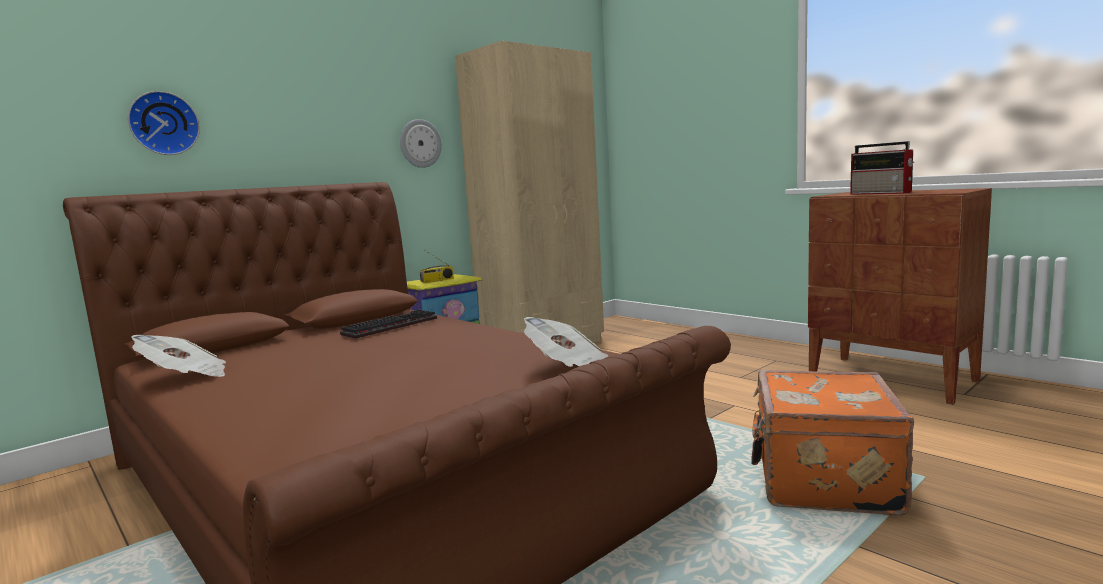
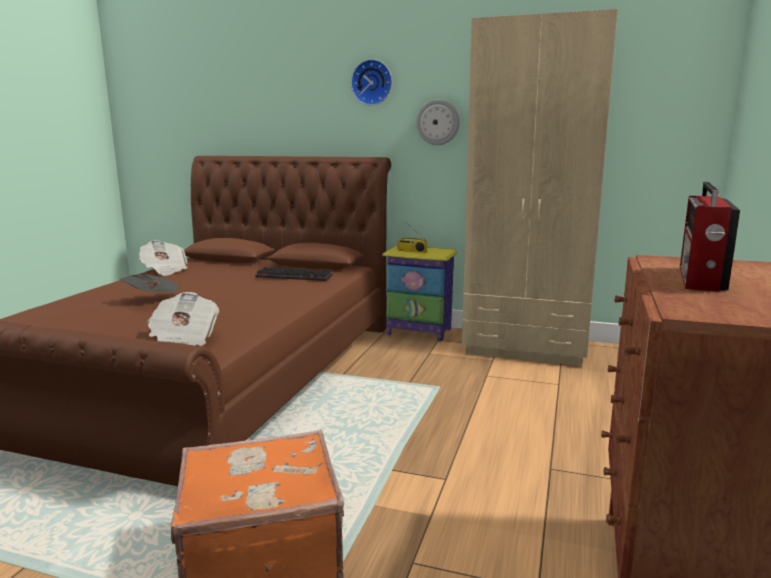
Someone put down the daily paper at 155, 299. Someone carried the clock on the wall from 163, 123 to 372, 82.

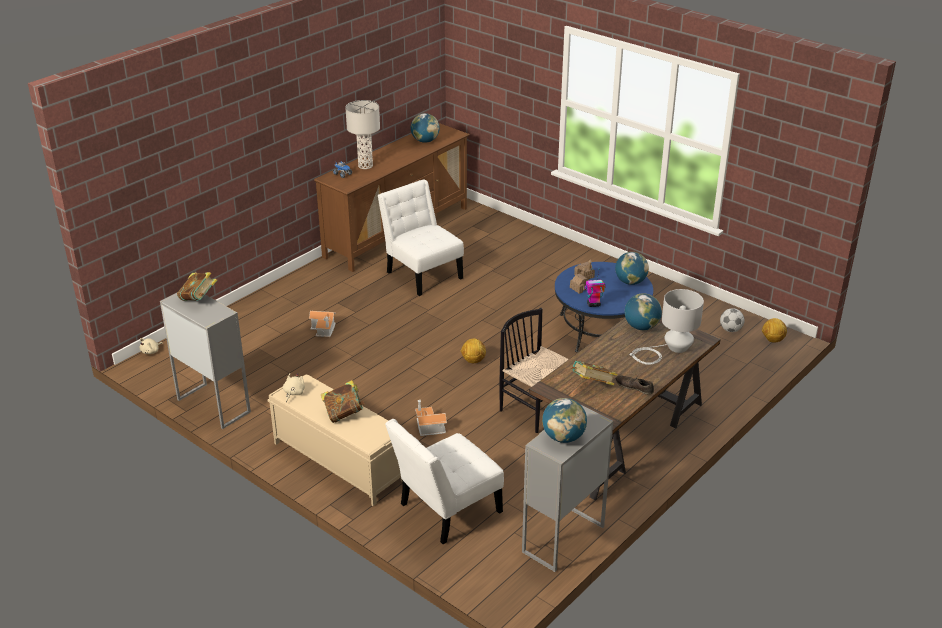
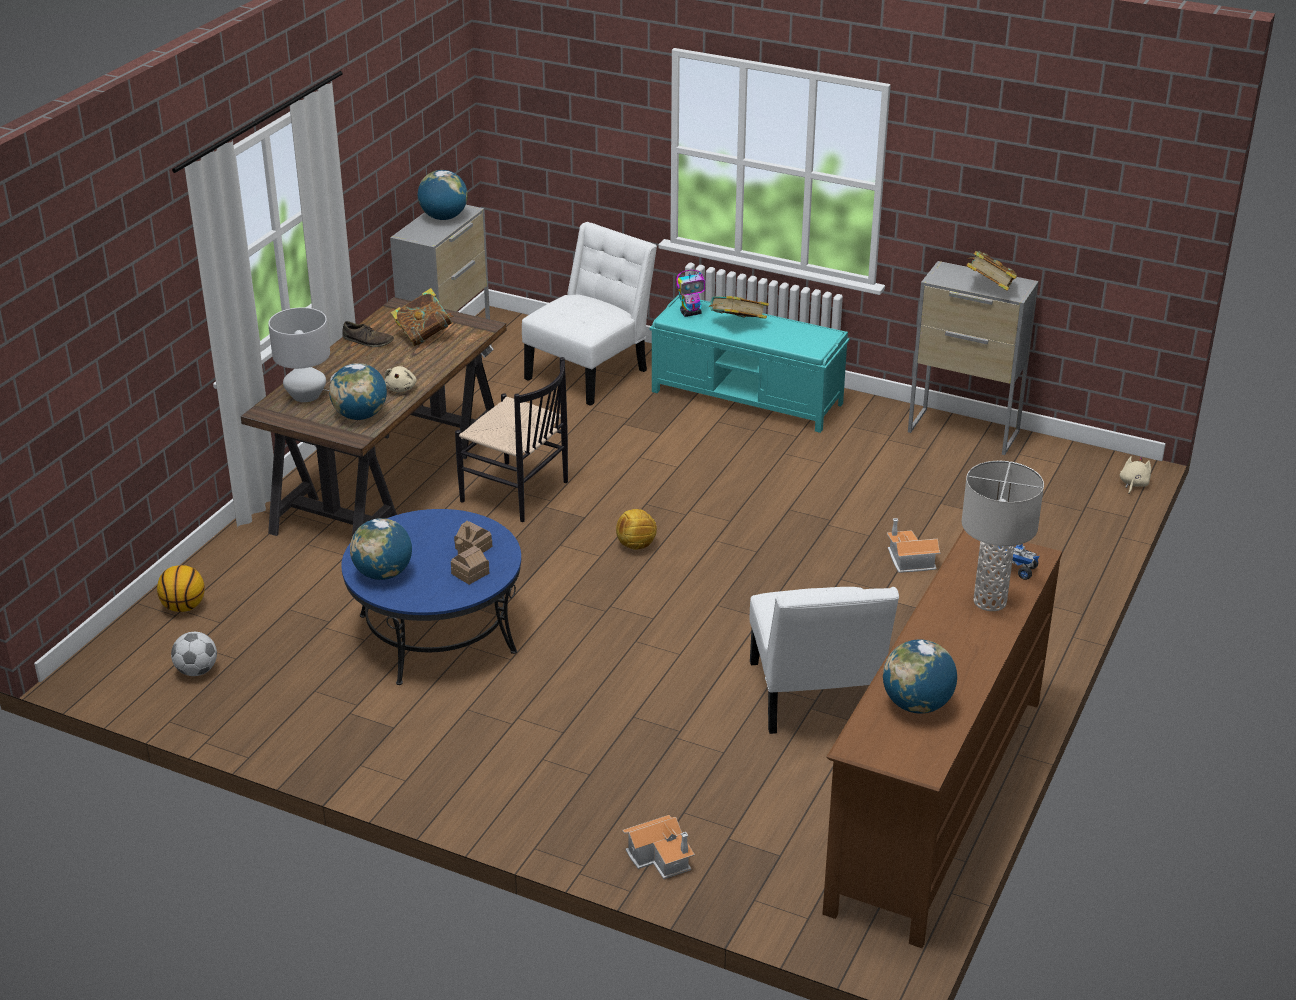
Someone took away the ball for football at 772, 340. Someone put down the ball for basketball at 183, 607. Someone carried the beige cuddly toy from 293, 393 to 401, 388. Someone carried the model house from 428, 426 to 661, 857. Someone carried the robot figure from 593, 304 to 691, 313. Someone repainted the beige bench at 338, 461, which became the turquoise-coloured bench at 748, 398. Someone rotated the whitish chair at 422, 273 by 45 degrees clockwise.

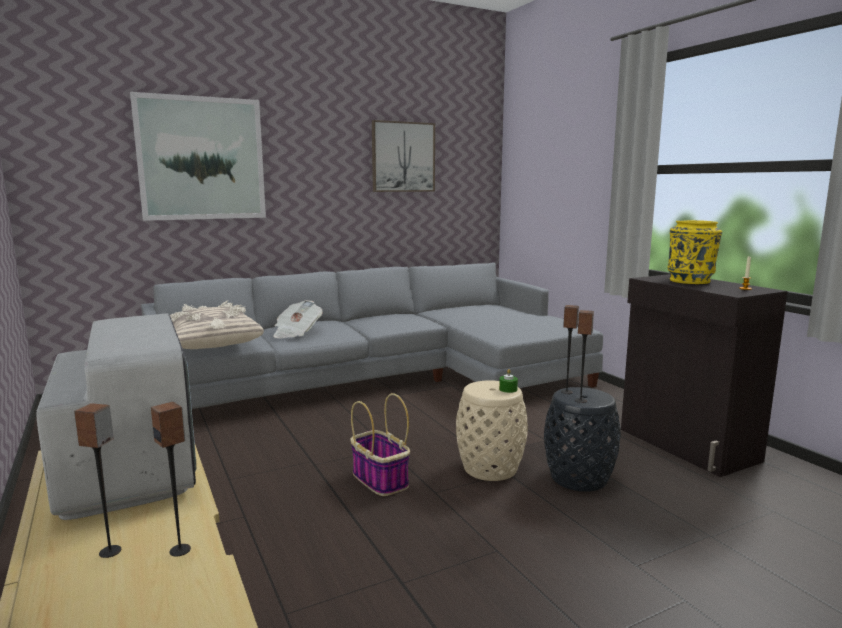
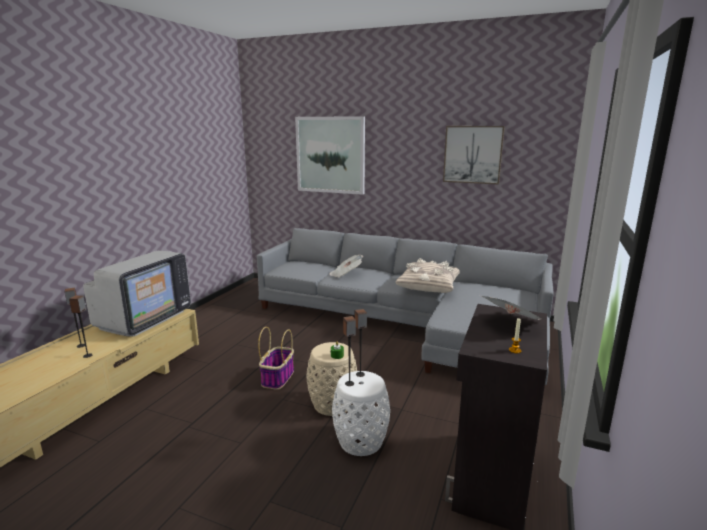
Someone carried the beige pillow from 212, 345 to 428, 288. Someone swapped the yellowish flower vase at 690, 281 for the daily paper at 511, 324. Someone repainted the black-coloured sitting stool at 579, 478, which became the whitish sitting stool at 361, 441.

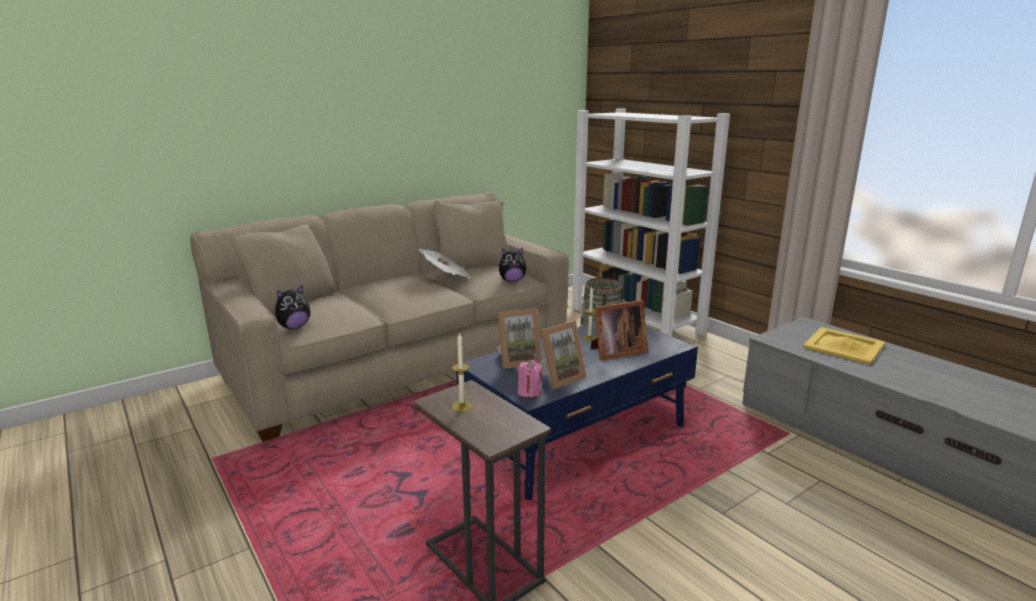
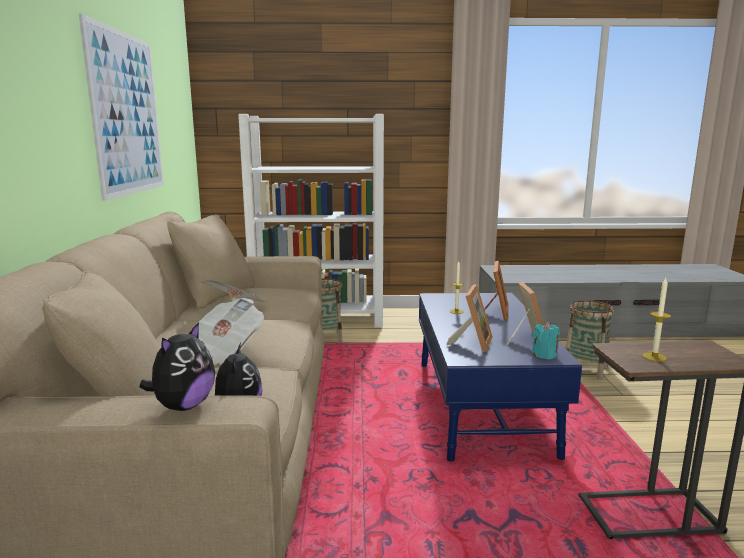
Someone took away the yellowish tray at 844, 346. Someone put up the wall picture at 127, 114. Someone put down the daily paper at 222, 354. Someone put down the basket at 585, 369. Someone carried the cuddly toy from 512, 281 to 183, 406. Someone repainted the pinkish wax light at 529, 392, which became the turquoise-coloured wax light at 544, 355.

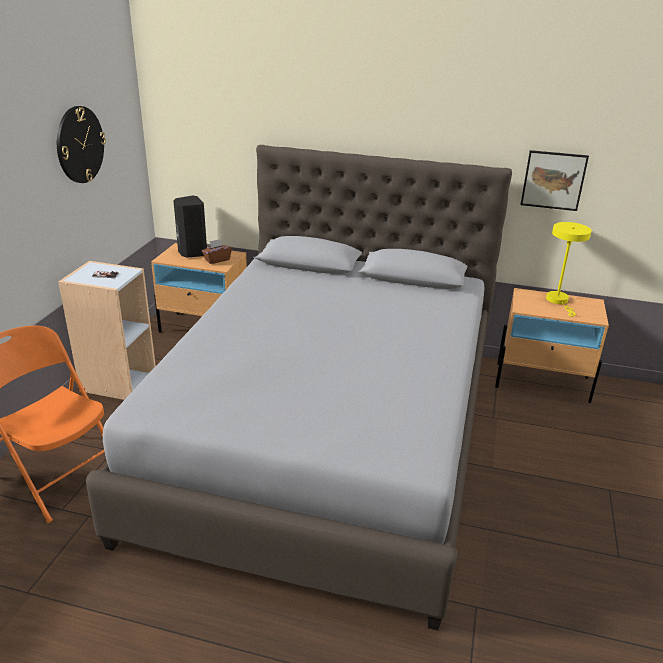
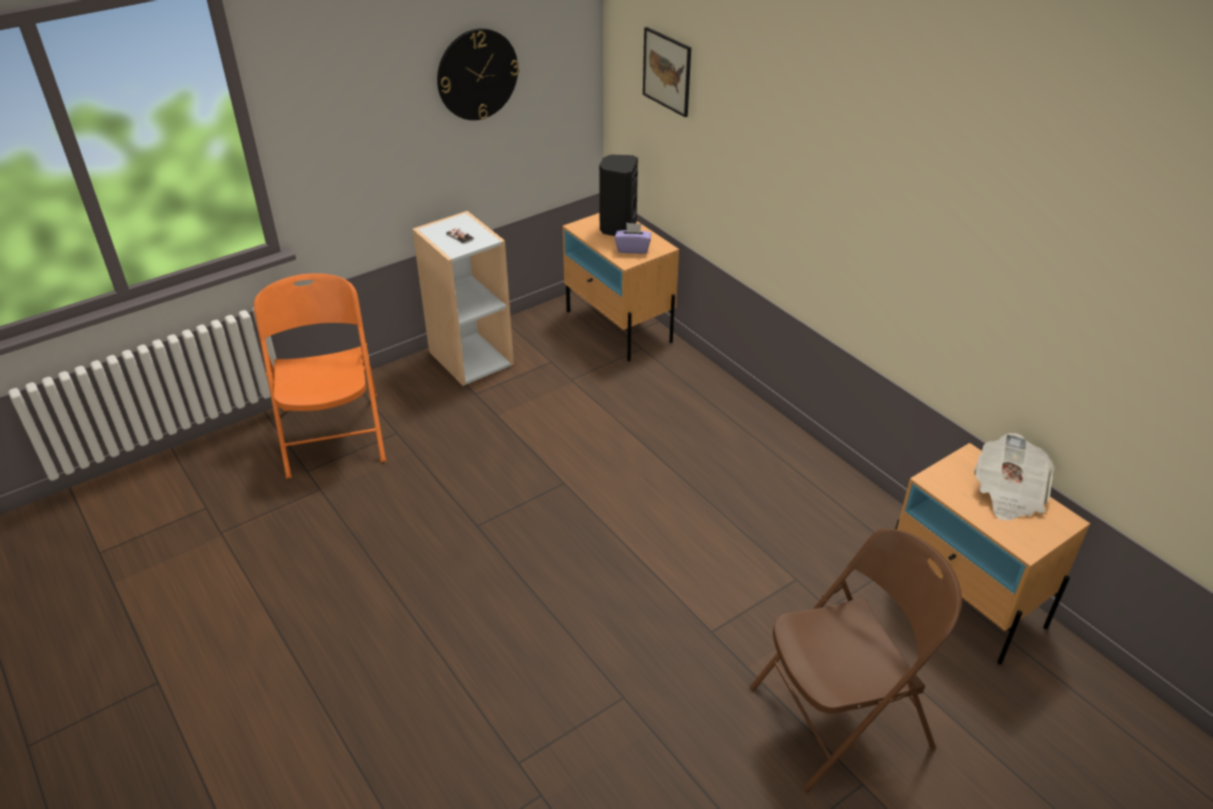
Someone took away the grey bedroom bed at 329, 435. Someone put down the brown chair at 840, 717. Someone carried the wall picture from 553, 180 to 667, 71. Someone swapped the yellowish table lamp at 559, 301 for the daily paper at 1008, 494. Someone repainted the brown tissue box at 217, 260, which became the purple-coloured tissue box at 633, 249.

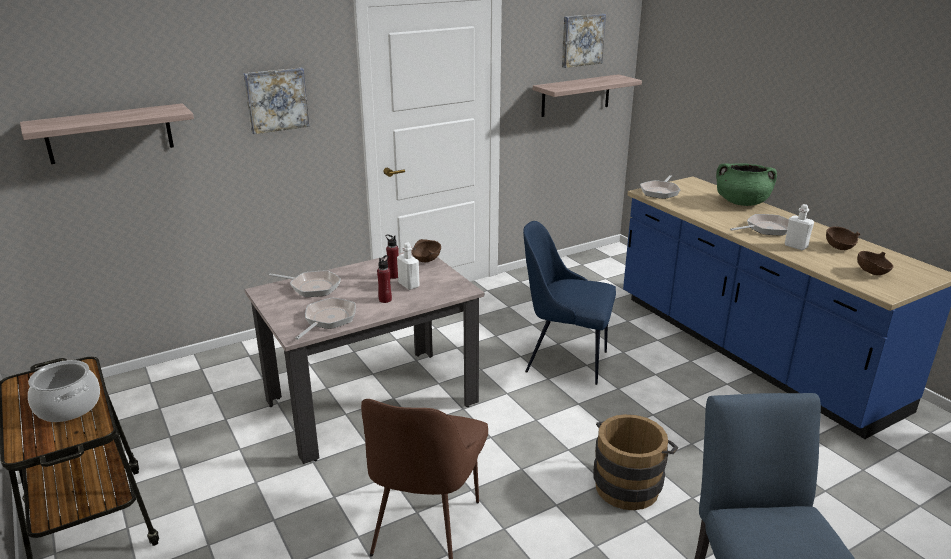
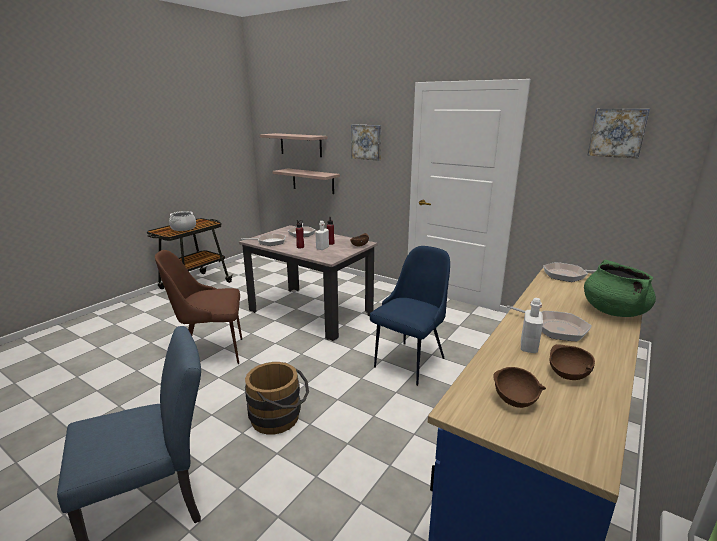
Someone carried the wall shelf from 576, 95 to 313, 181. Someone rotated the bluish chair at 565, 362 by 45 degrees clockwise.

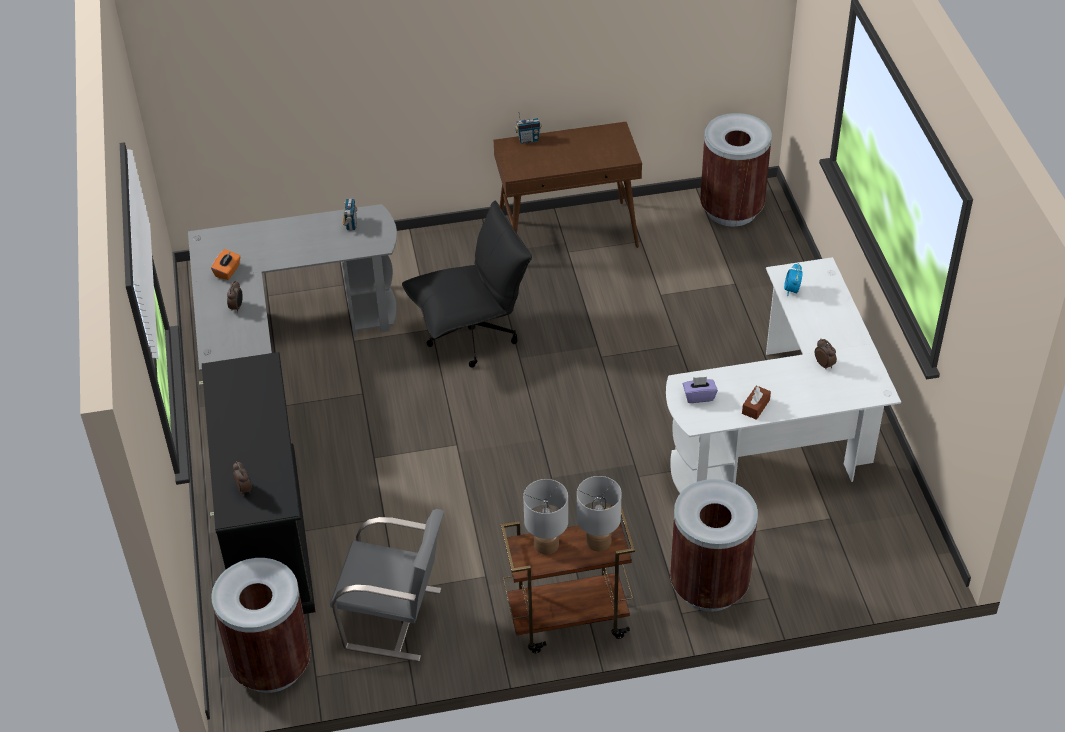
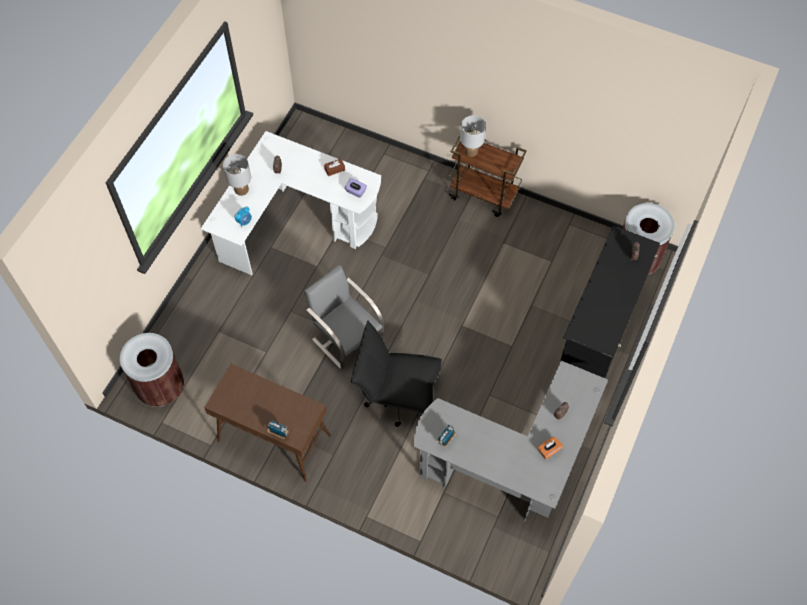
Someone took away the brown waste bin at 709, 586. Someone carried the grey chair from 395, 619 to 346, 338. Someone carried the grey table lamp from 546, 544 to 241, 190.

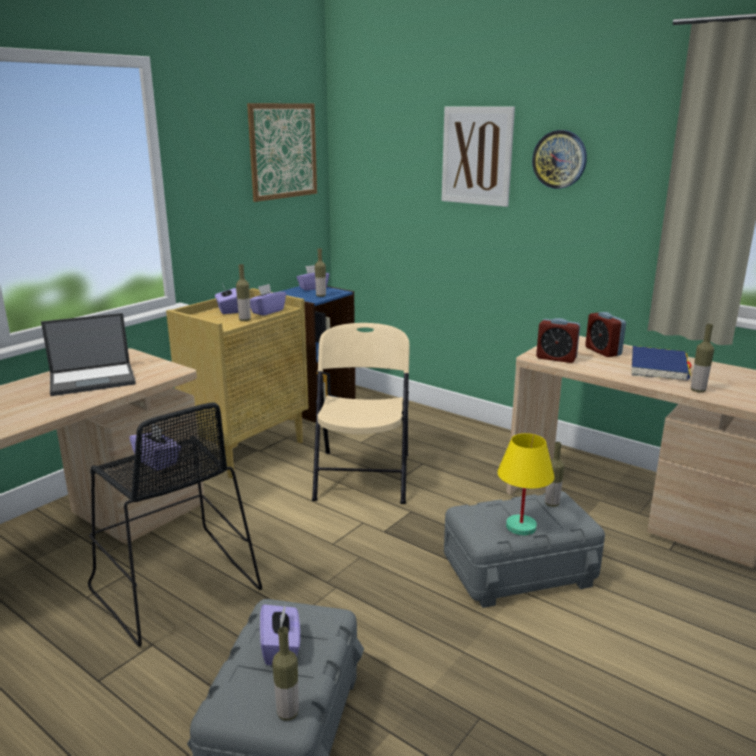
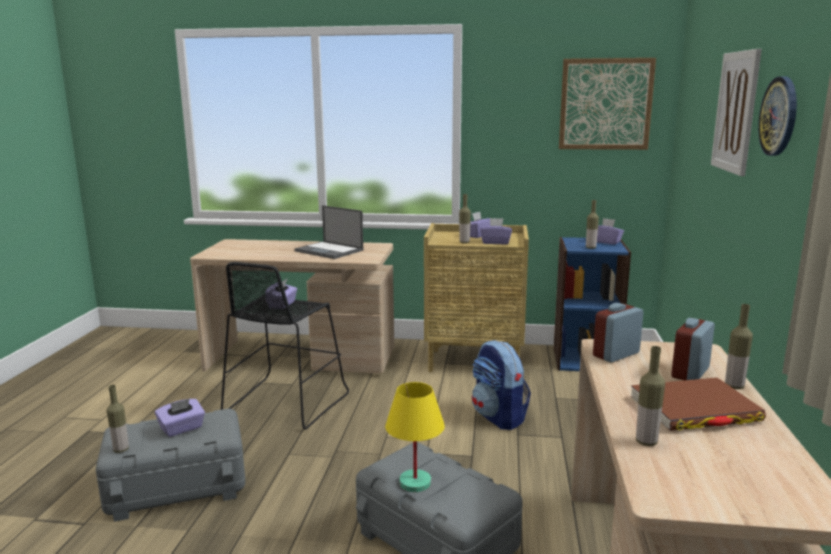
Someone carried the drink bottle from 551, 504 to 734, 386. Someone swapped the beige chair at 363, 476 for the rucksack at 499, 417. Someone repainted the bluish book at 658, 367, which became the brown book at 694, 409. Someone rotated the table clock at 556, 358 by 60 degrees clockwise.

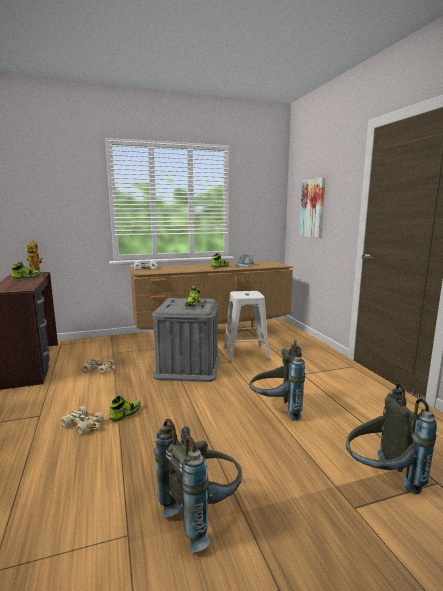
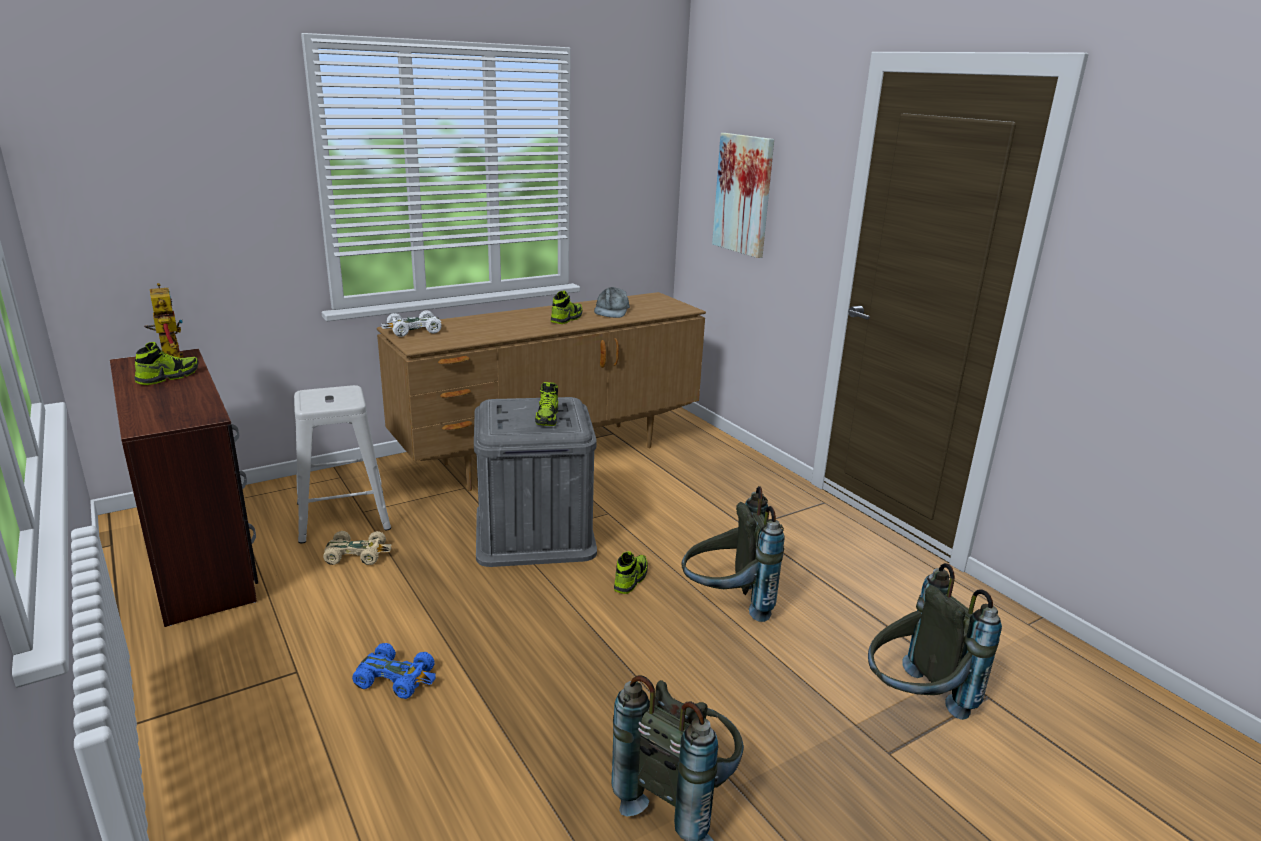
Someone carried the item of footwear from 125, 414 to 630, 579. Someone carried the whitish sitting stool from 246, 353 to 343, 516. Someone repainted the beige model car at 83, 424, which became the bluish model car at 396, 678.

